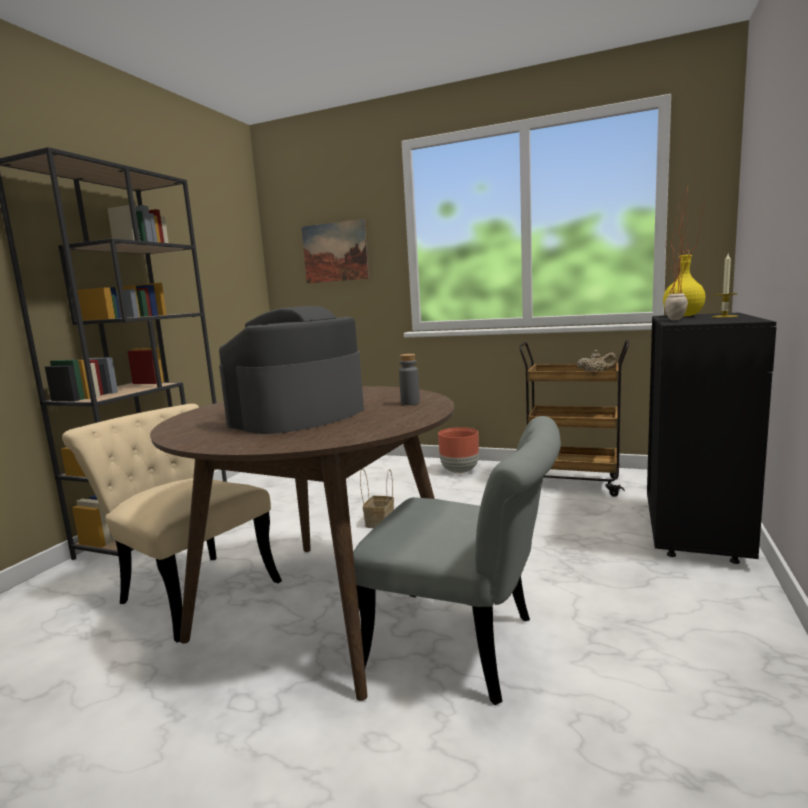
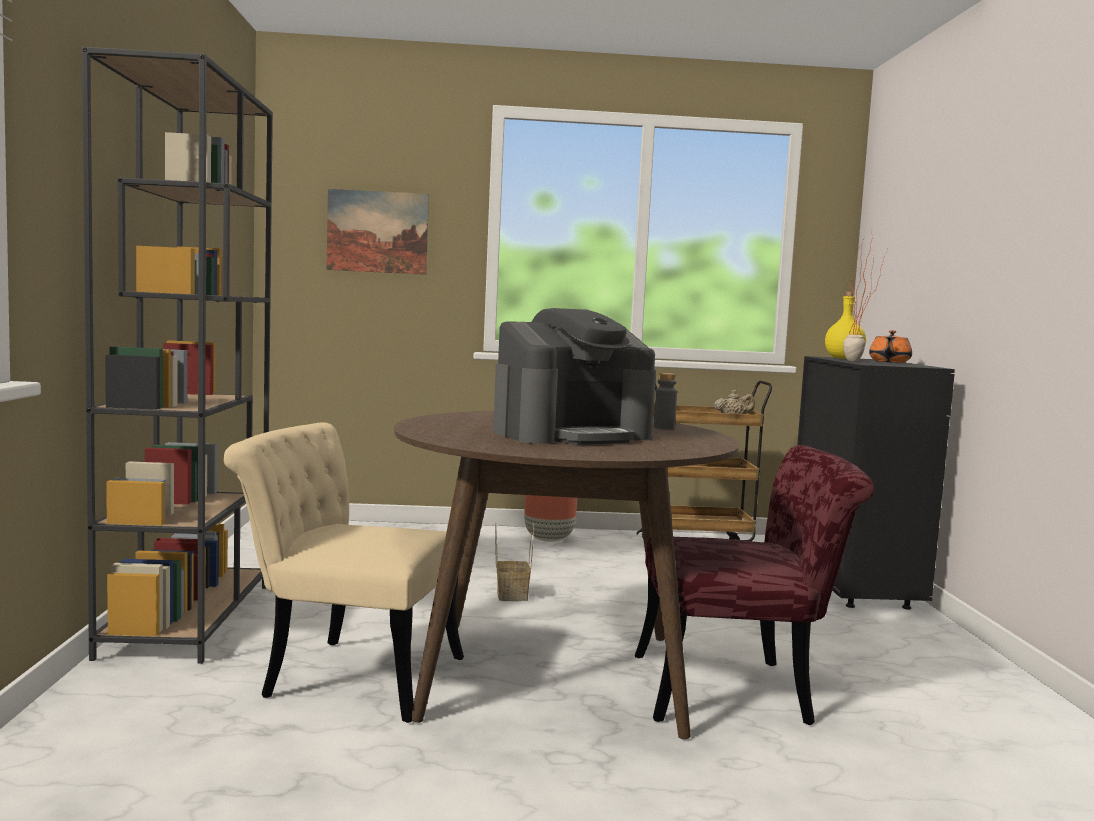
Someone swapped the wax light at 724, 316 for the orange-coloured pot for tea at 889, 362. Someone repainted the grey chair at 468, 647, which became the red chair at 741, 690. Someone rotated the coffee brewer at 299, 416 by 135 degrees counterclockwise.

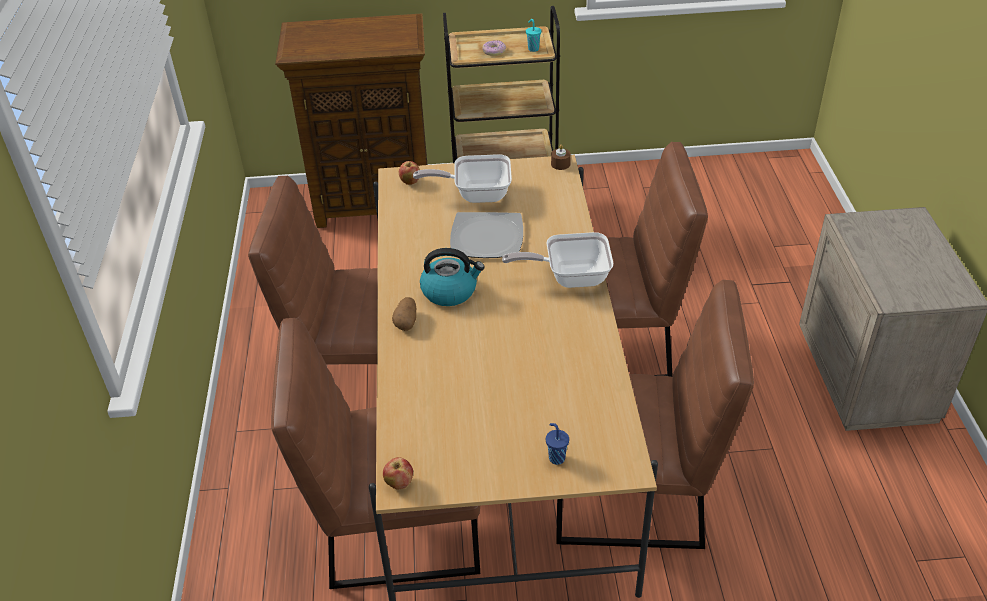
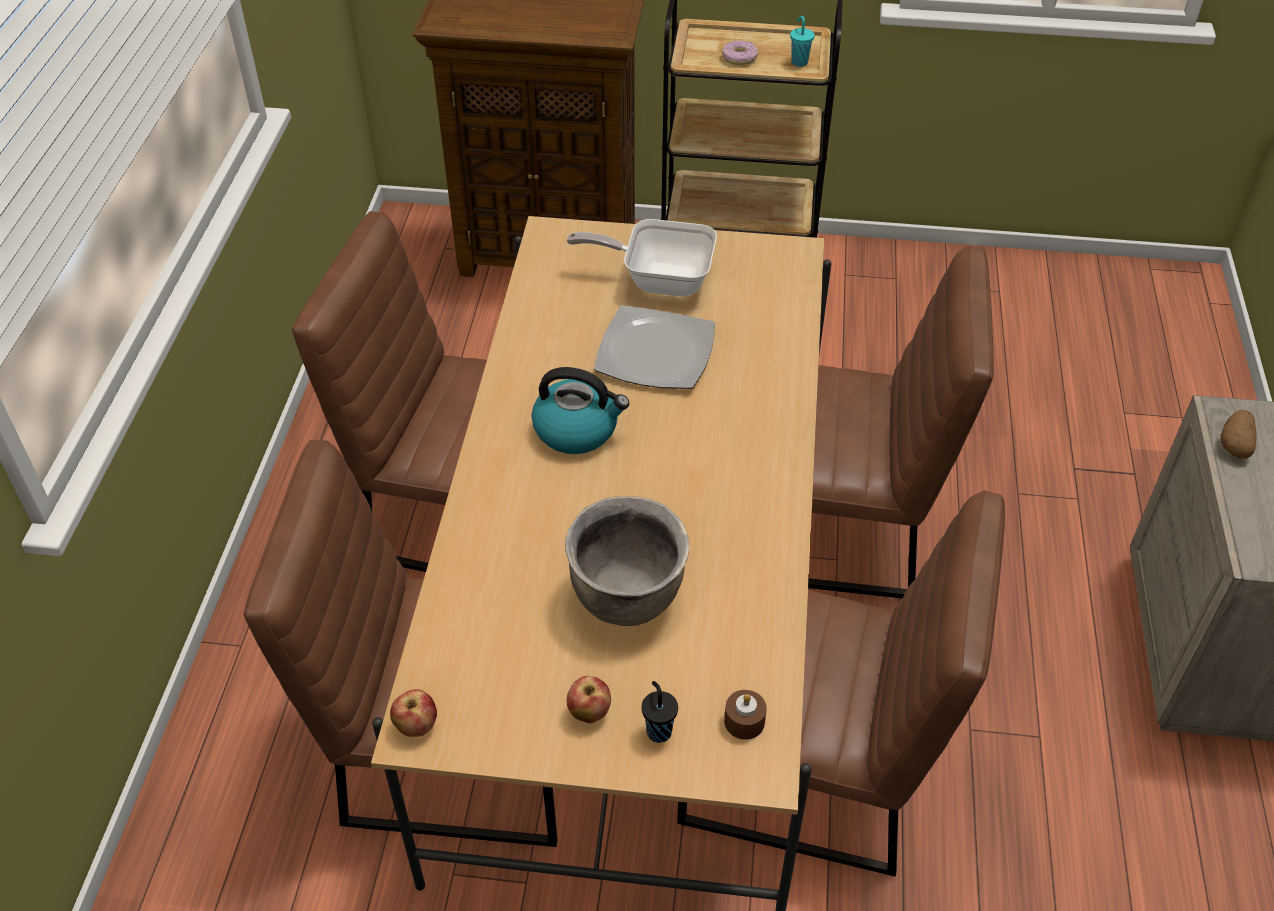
Someone took away the pan at 570, 277. Someone put down the brown saucepot at 628, 598. Someone carried the whole potato from 406, 321 to 1235, 444. Someone carried the apple fruit from 410, 182 to 589, 712. Someone carried the brown wax light from 560, 164 to 744, 721. Someone repainted the bluish drinking cup at 556, 457, which became the black-coloured drinking cup at 658, 730.

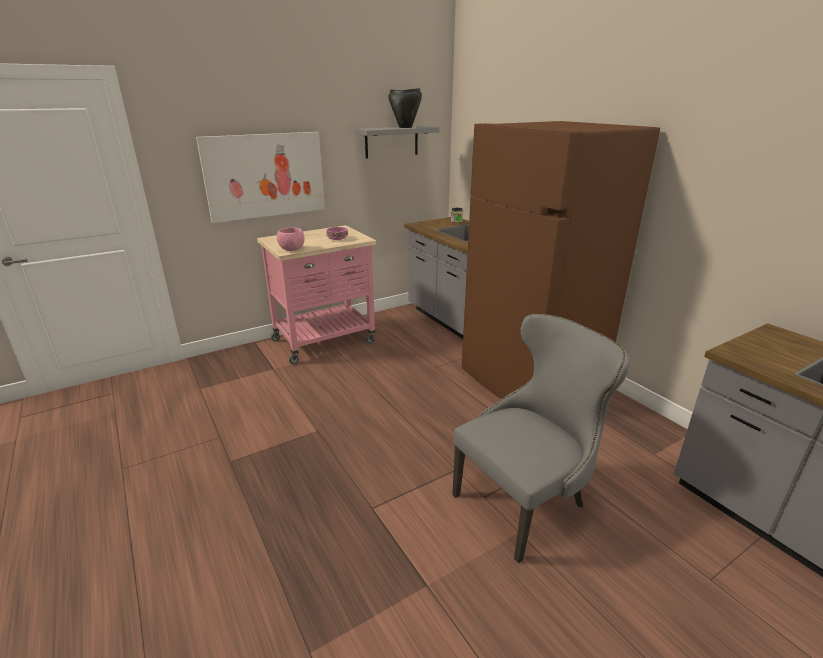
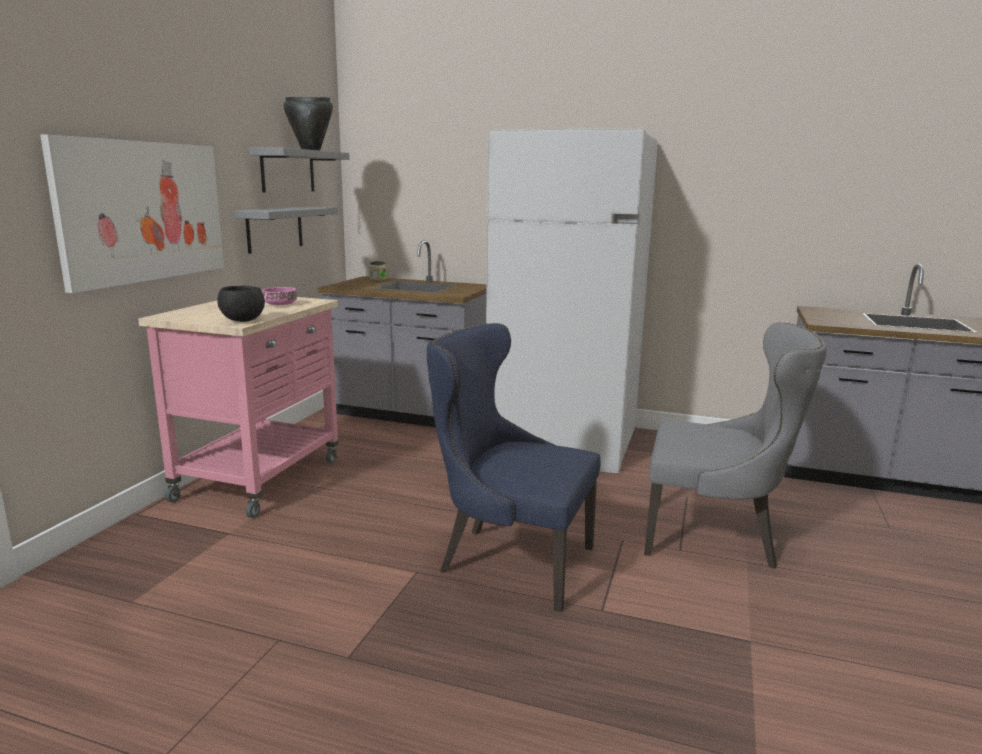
Someone put up the grey wall shelf at 275, 229. Someone put down the bluish chair at 510, 561. Someone repainted the pinkish deep dish at 292, 250, which became the black-coloured deep dish at 243, 320. Someone repainted the brown fridge at 531, 377, which became the whitish fridge at 564, 441. Someone rotated the grey chair at 525, 502 by 90 degrees clockwise.

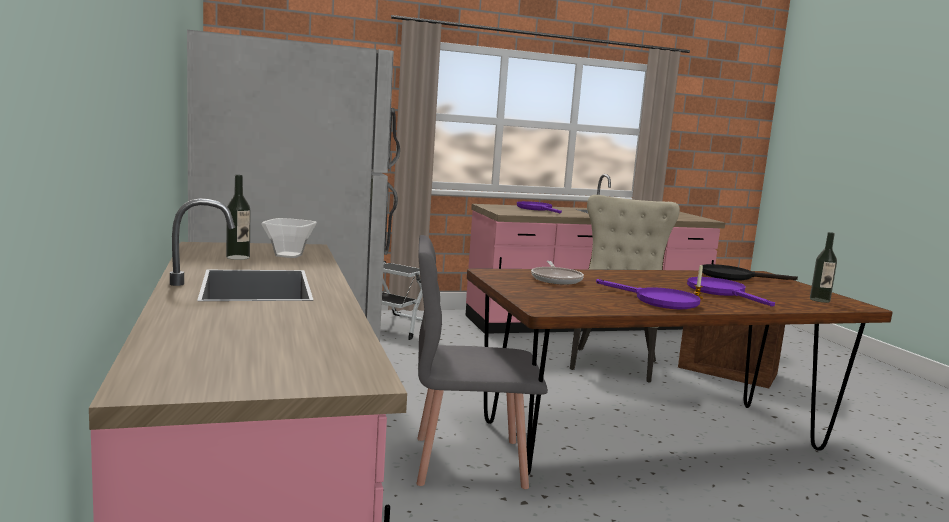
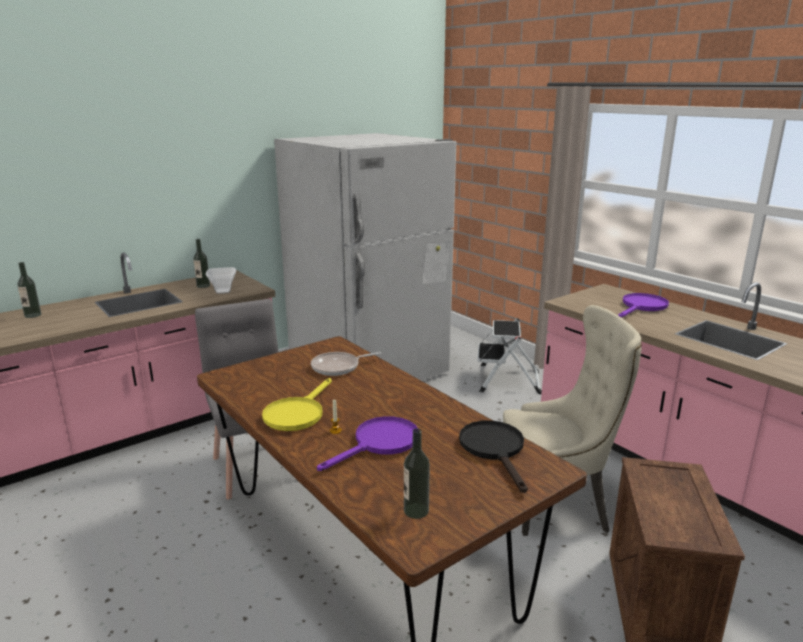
Someone put down the drink bottle at 33, 315. Someone repainted the purple-coloured pan at 658, 300, which became the yellowish pan at 297, 413.

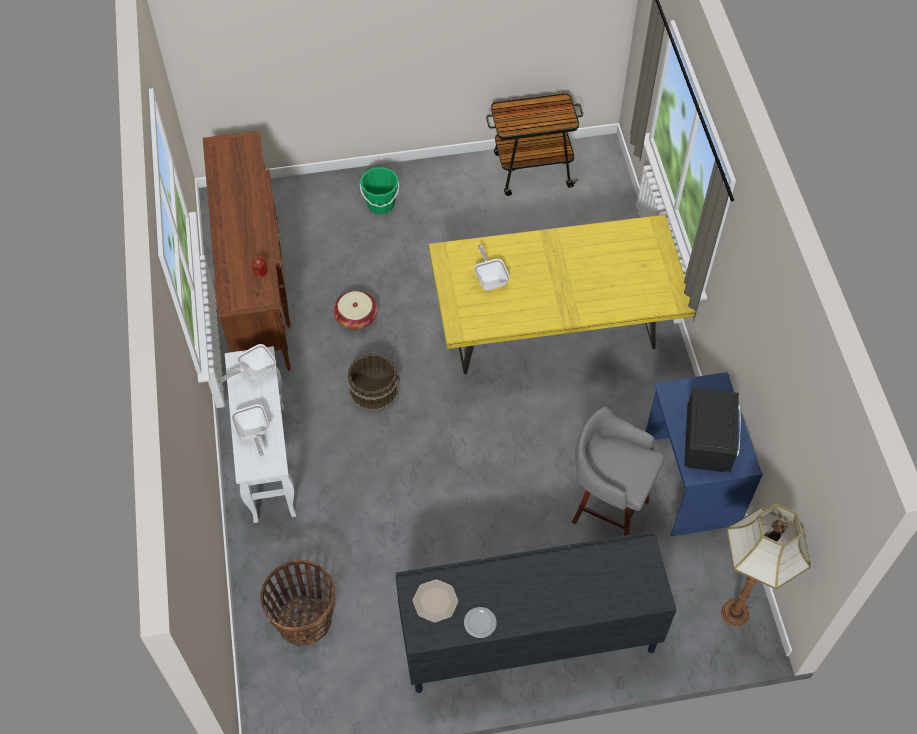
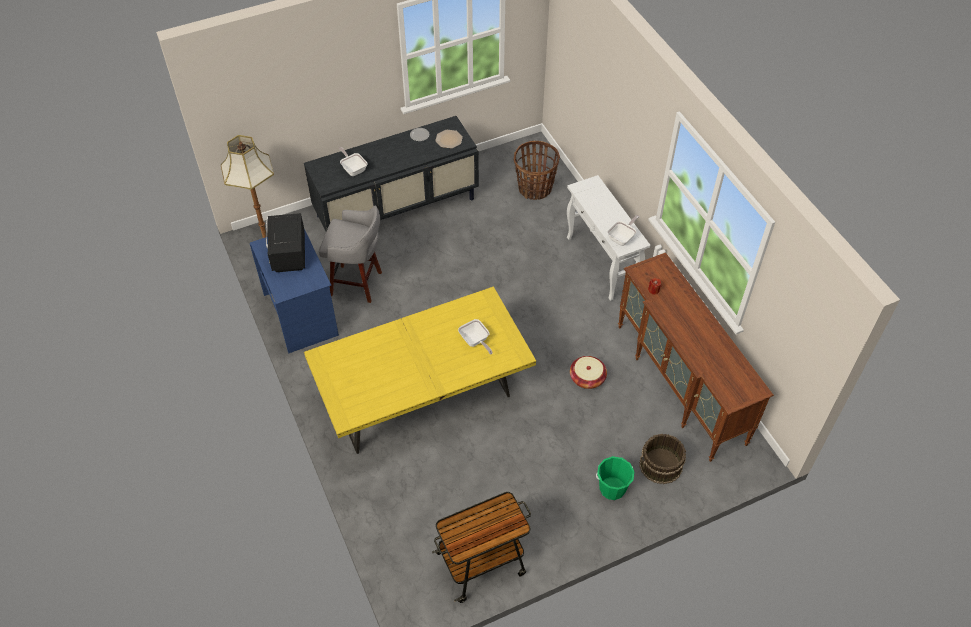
Someone carried the pan from 253, 433 to 353, 169. Someone carried the brown pail from 374, 389 to 661, 465.

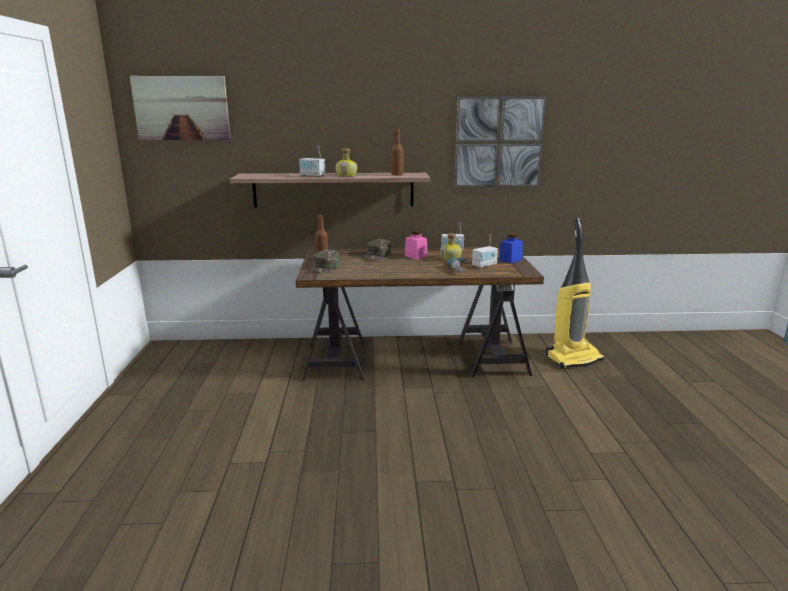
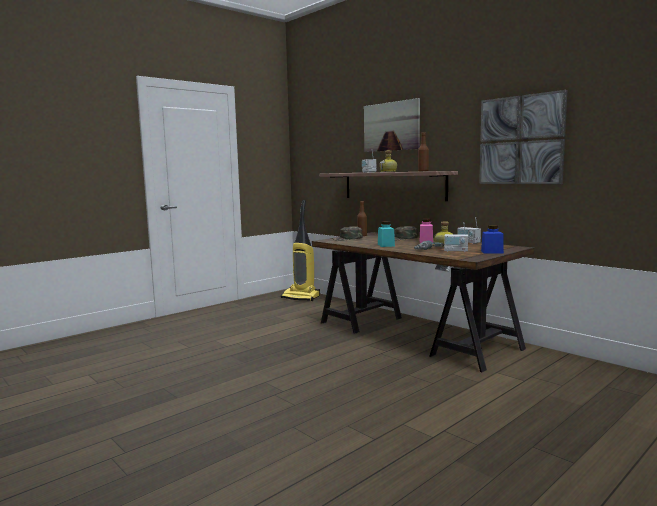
Someone put down the turquoise-coloured storage jar at 386, 245. Someone carried the wall picture from 181, 108 to 391, 126. Someone carried the hoover from 573, 358 to 301, 297.

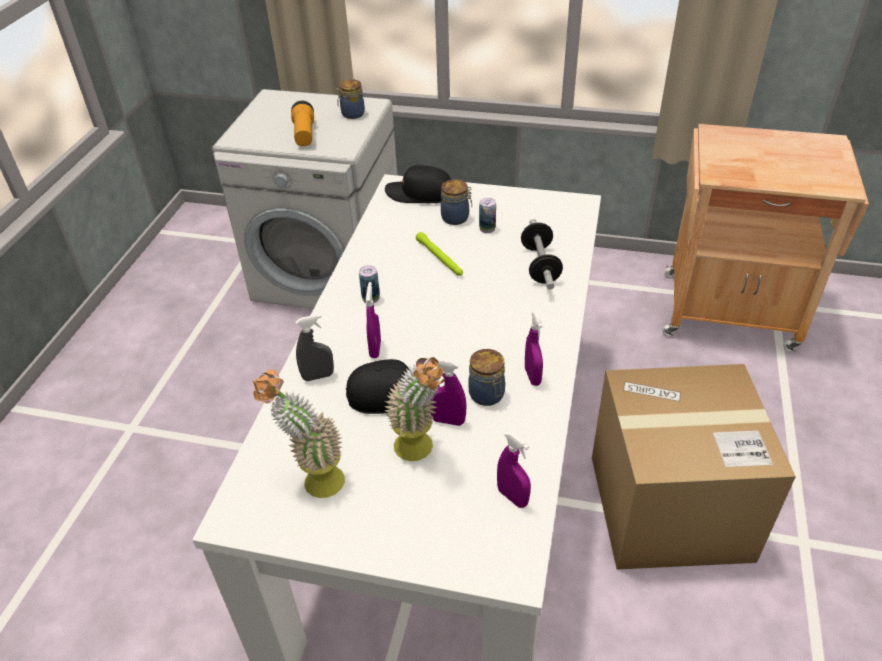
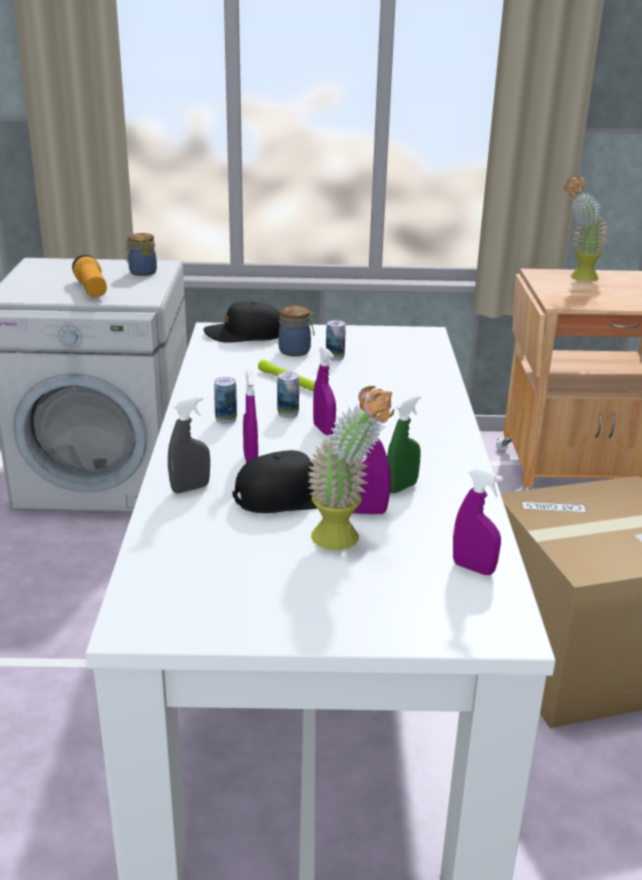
Someone took away the free weight at 540, 265. Someone put down the sealed can at 288, 413. Someone carried the houseplant from 313, 481 to 577, 277. Someone carried the purple-coloured hand sprayer from 532, 376 to 323, 430. Someone swapped the storage jar at 487, 395 for the green hand sprayer at 401, 487.

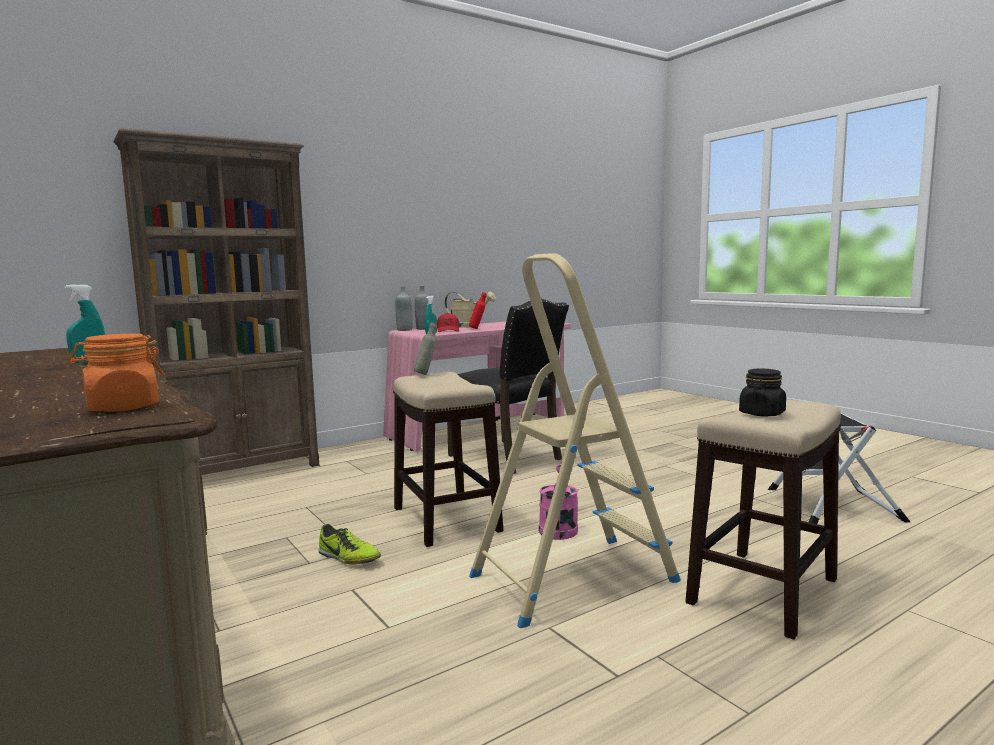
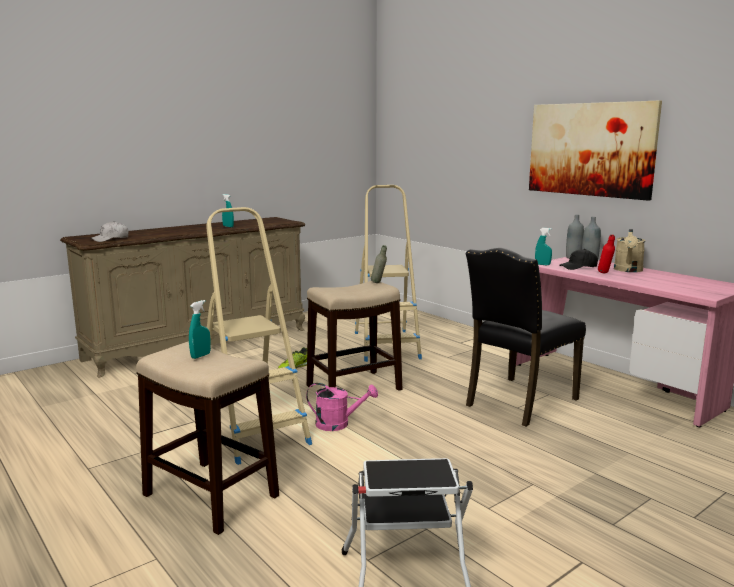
Someone took away the brown bookcase at 241, 472. Someone put down the beige step ladder at 386, 345. Someone put up the wall picture at 590, 149. Someone swapped the orange-coloured storage jar at 122, 407 for the whitish baseball cap at 110, 239. Someone swapped the black-coloured storage jar at 762, 414 for the turquoise-coloured hand sprayer at 200, 356. Someone repainted the red baseball cap at 448, 330, which became the black-coloured baseball cap at 578, 267.

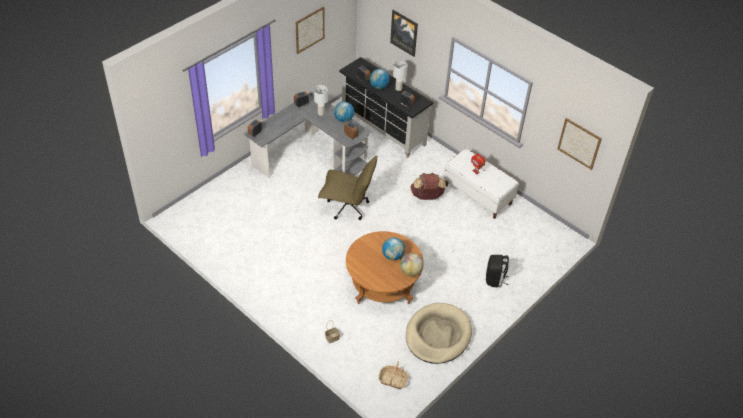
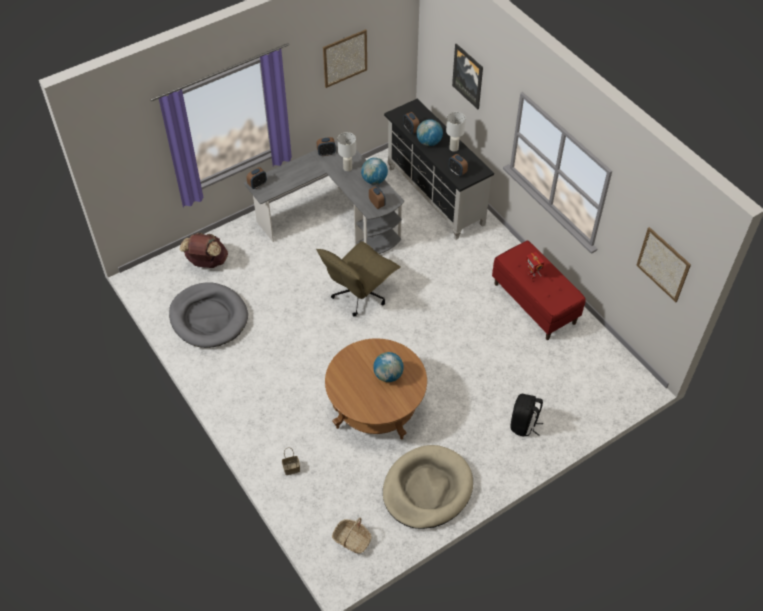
Someone took away the desk globe at 410, 271. Someone put down the grey dog cushion at 208, 317. Someone carried the brown rucksack from 427, 196 to 207, 262. Someone repainted the whitish bench at 478, 194, which became the red bench at 534, 303. Someone rotated the beige desk chair at 347, 206 by 105 degrees clockwise.

